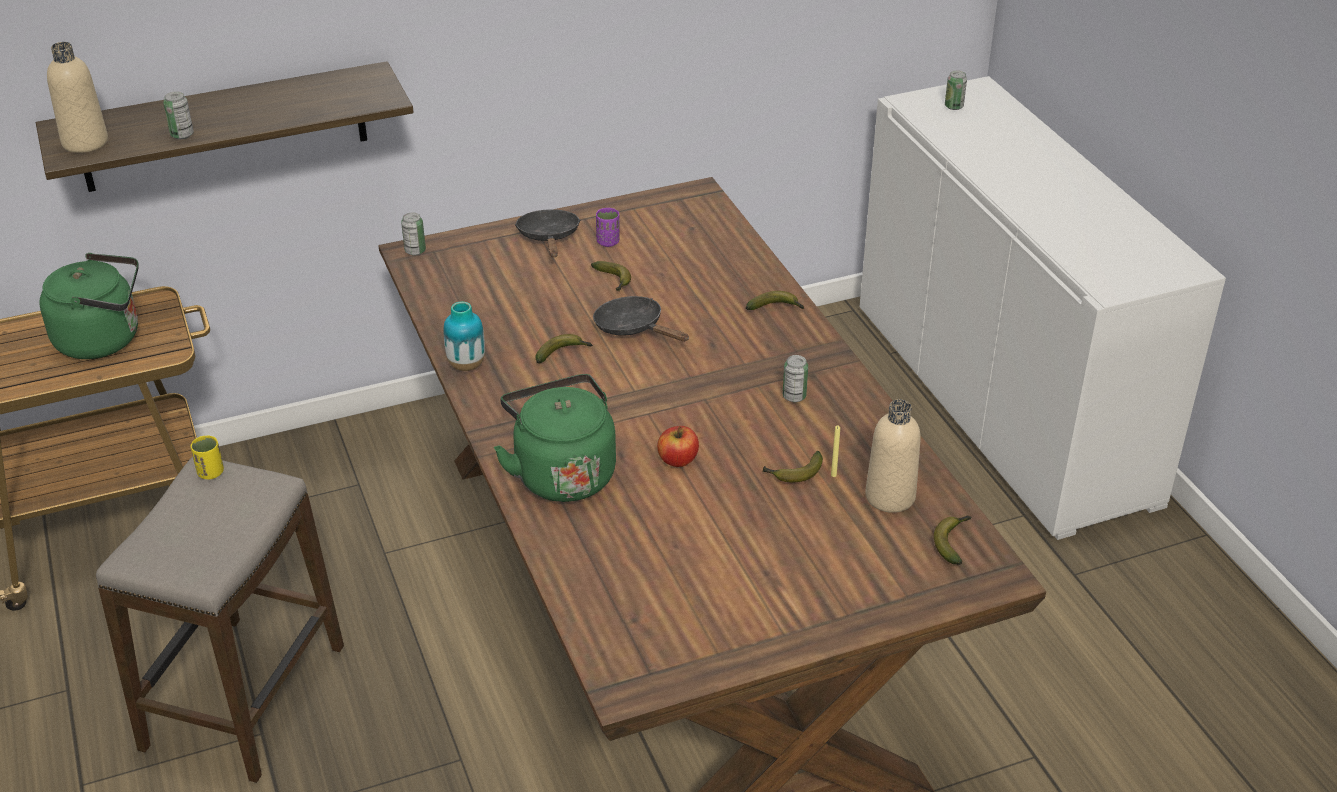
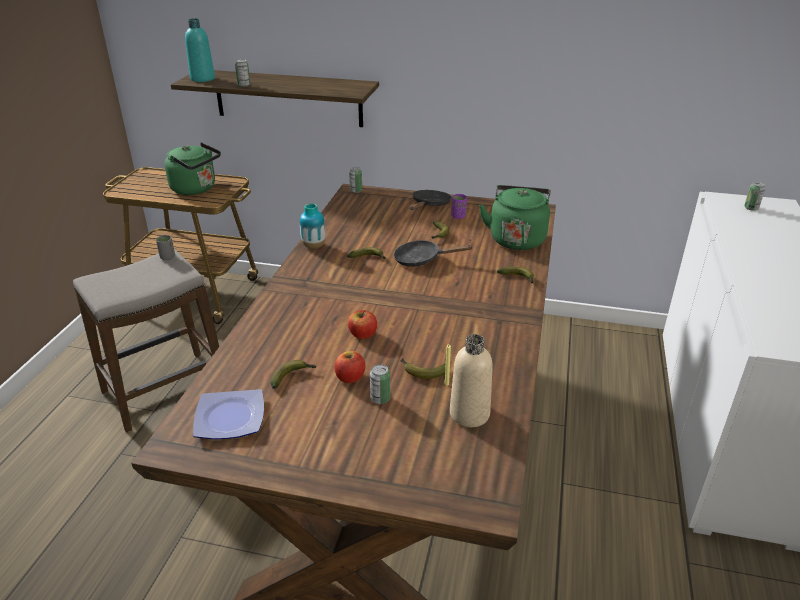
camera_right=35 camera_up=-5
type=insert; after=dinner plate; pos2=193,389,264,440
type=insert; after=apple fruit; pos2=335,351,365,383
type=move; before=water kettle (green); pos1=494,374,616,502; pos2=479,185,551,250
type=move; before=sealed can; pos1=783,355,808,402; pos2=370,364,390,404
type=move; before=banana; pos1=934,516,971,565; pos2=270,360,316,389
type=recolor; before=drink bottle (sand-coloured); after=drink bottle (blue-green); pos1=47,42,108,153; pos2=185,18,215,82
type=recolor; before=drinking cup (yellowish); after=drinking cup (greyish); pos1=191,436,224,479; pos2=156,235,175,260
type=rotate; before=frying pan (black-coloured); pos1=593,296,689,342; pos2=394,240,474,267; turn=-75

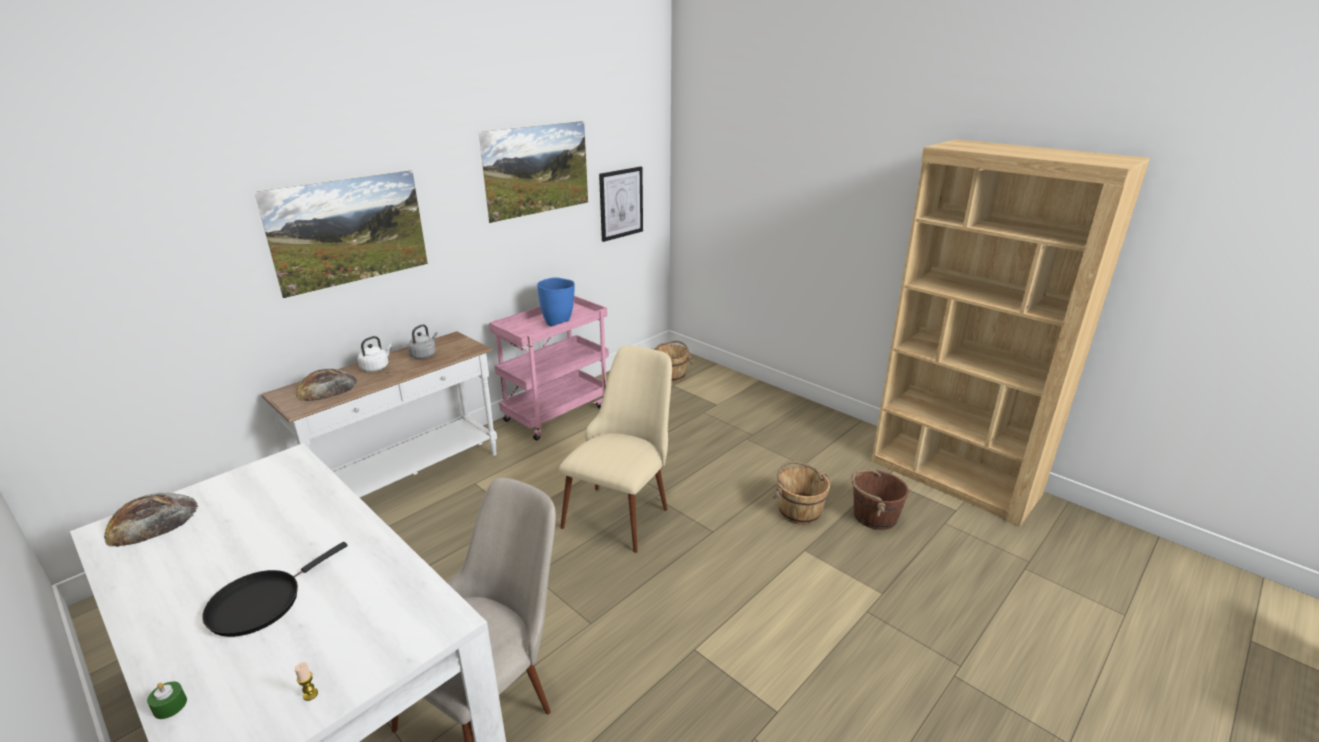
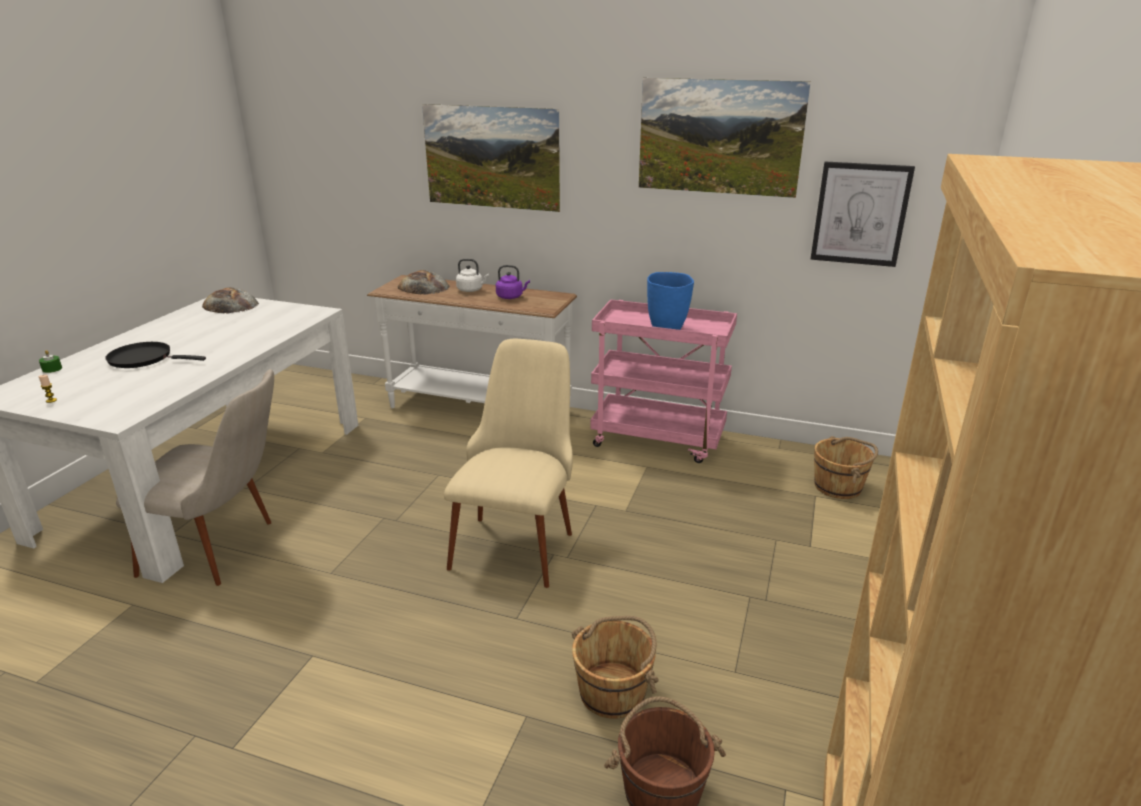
camera_right=65 camera_up=0
type=recolor; before=water kettle (greyish); after=water kettle (purple-coloured); pos1=407,324,437,359; pos2=496,265,530,299
type=rotate; before=chair (sand-coloured); pos1=559,346,672,553; pos2=444,339,573,588; turn=-75

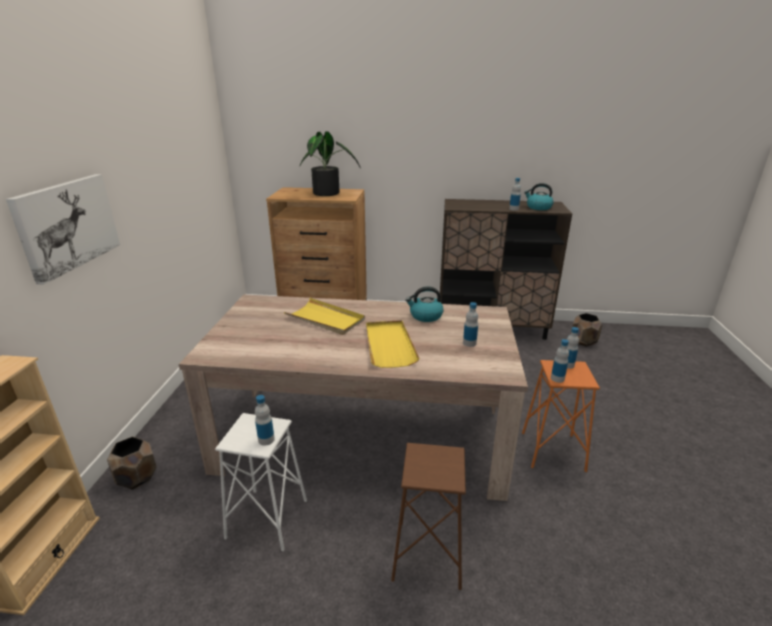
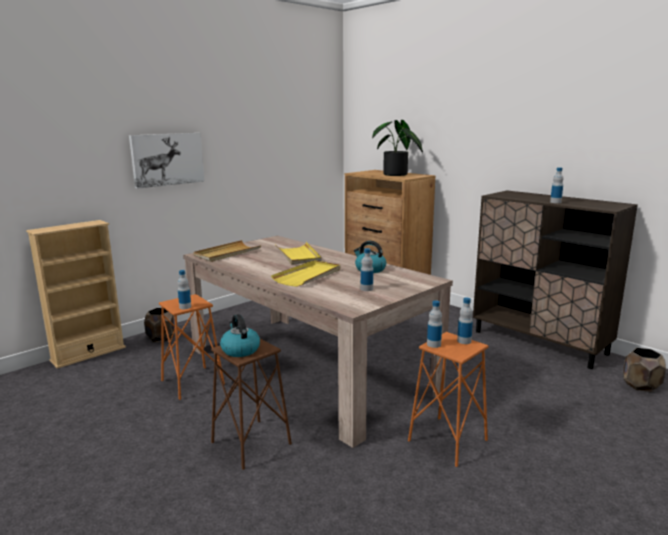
camera_right=40 camera_up=-10
type=insert; after=carrying tray (sand-coloured); pos2=193,240,261,262
type=move; before=water kettle; pos1=524,183,554,210; pos2=220,314,260,357
type=recolor; before=stool (white); after=stool (orangey); pos1=215,413,307,551; pos2=159,294,225,400

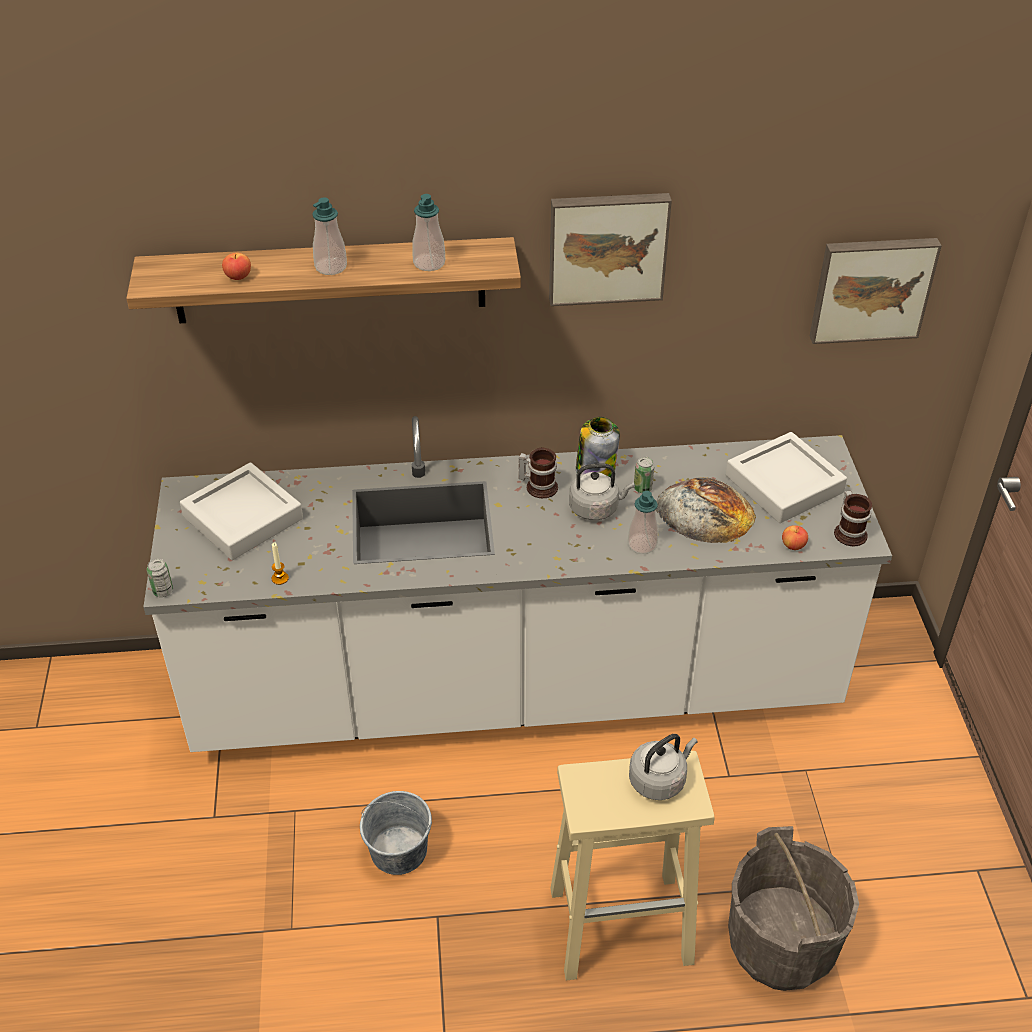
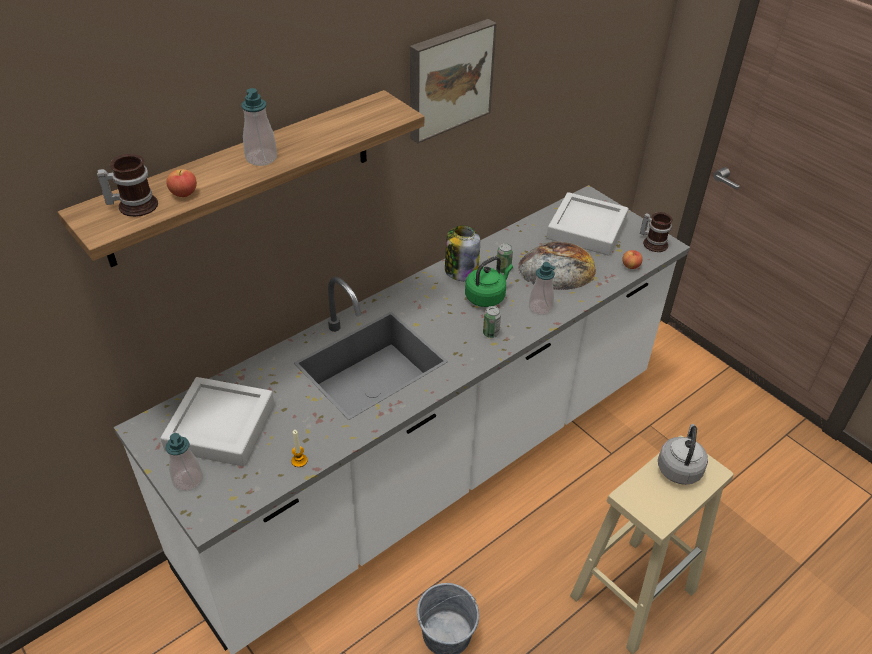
camera_right=-35 camera_up=0
type=delete; before=pail (greyish); pos1=728,826,859,991
type=delete; before=picture; pos1=810,238,942,344
type=move; before=sealed can; pos1=147,559,173,597; pos2=483,306,501,338
type=move; before=soap bottle; pos1=412,194,445,271; pos2=165,433,203,491
type=move; before=mug; pos1=519,448,558,498; pos2=97,154,158,217
type=recolor; before=water kettle (greyish); after=water kettle (green); pos1=569,463,635,520; pos2=465,256,513,307

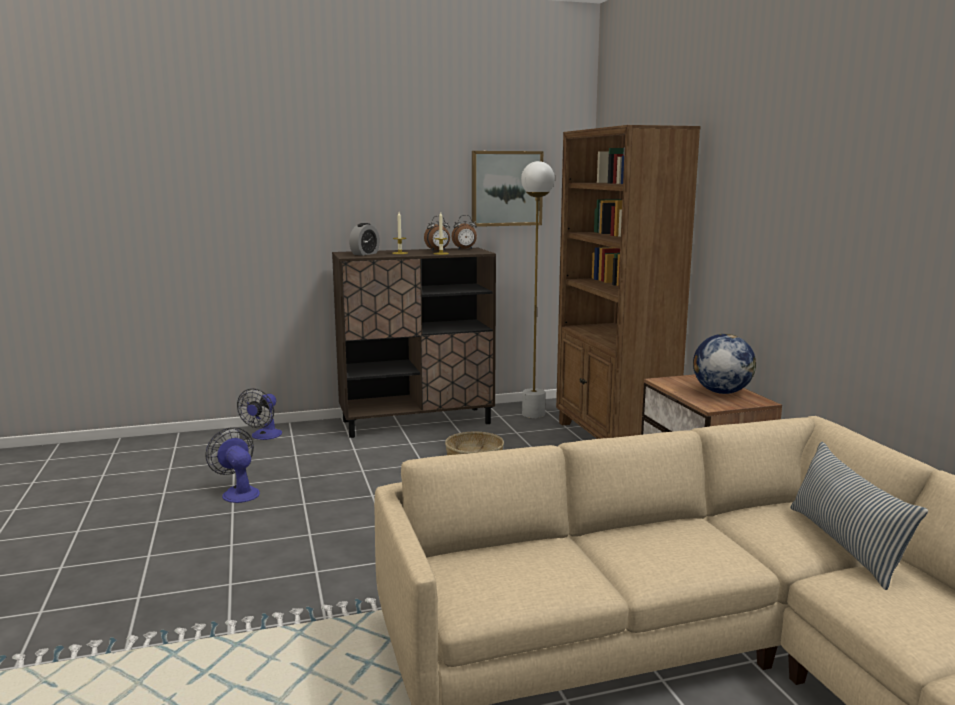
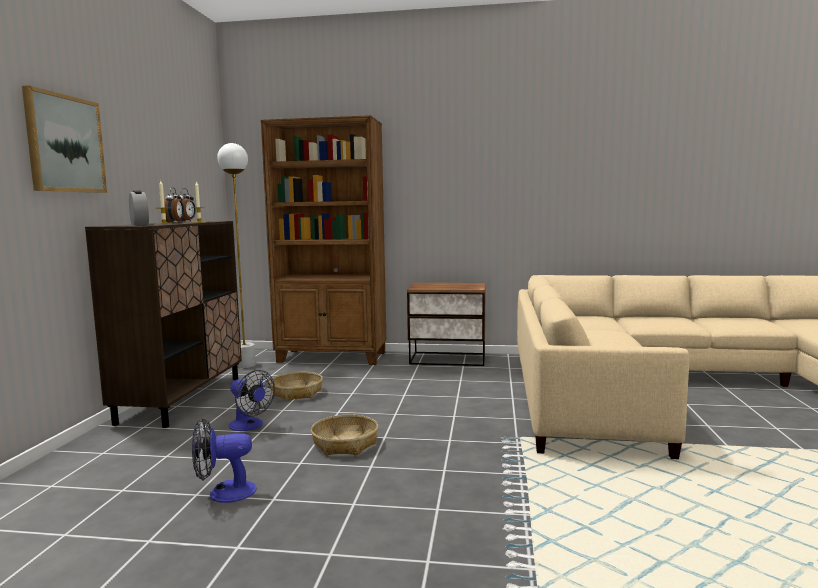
camera_right=-65 camera_up=-5
type=delete; before=globe; pos1=693,334,756,394
type=delete; before=throw pillow; pos1=790,442,928,590
type=insert; after=storage basket; pos2=311,415,378,455
type=move; before=electric fan; pos1=237,389,282,440; pos2=229,370,275,431
type=move; before=picture; pos1=472,151,543,227; pos2=22,85,107,193

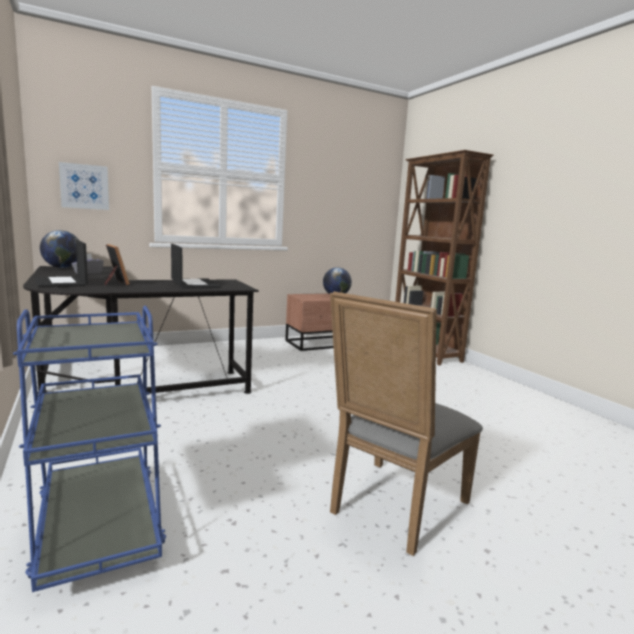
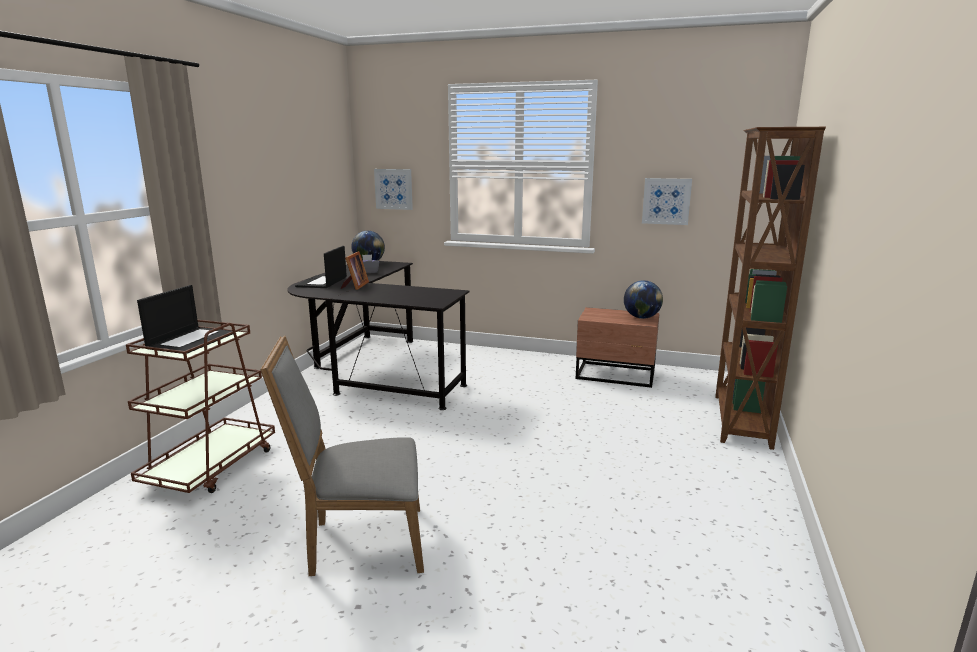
camera_right=45 camera_up=5
type=insert; after=picture; pos2=642,178,692,225
type=move; before=notebook computer; pos1=171,244,221,289; pos2=137,285,233,354
type=recolor; before=cart (bluish); after=cart (brown-coloured); pos1=13,306,166,592; pos2=126,319,275,493

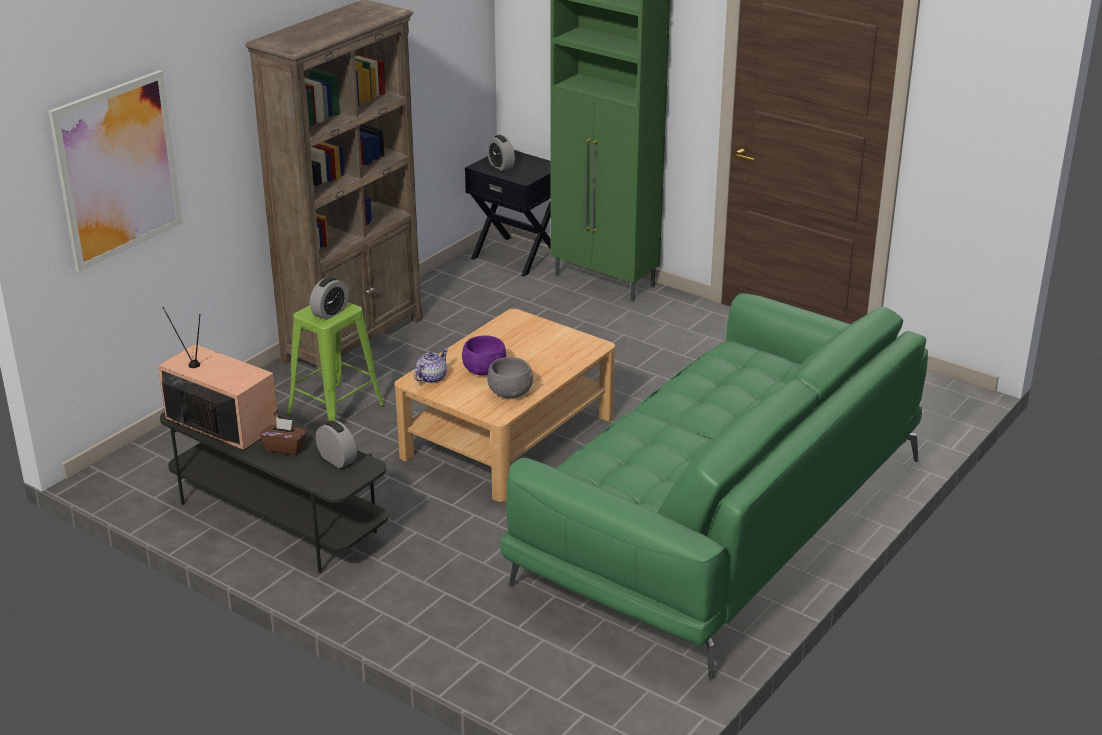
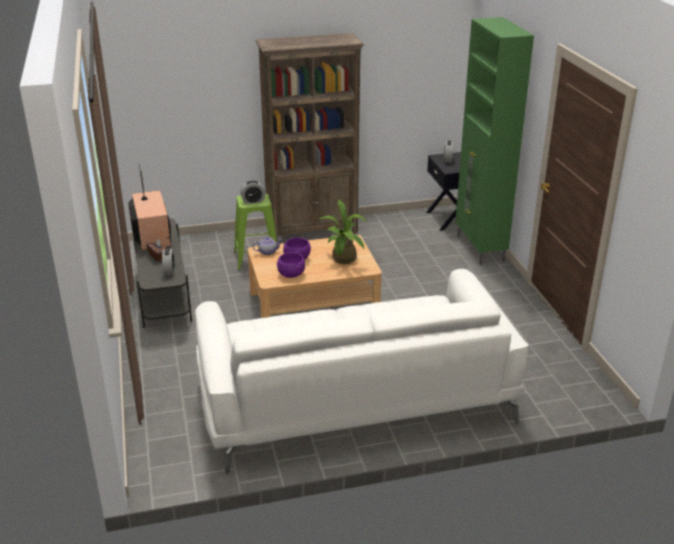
camera_right=40 camera_up=0
type=delete; before=picture; pos1=48,70,183,272
type=insert; after=houseplant; pos2=318,200,368,264
type=recolor; before=serving bowl (greyish); after=serving bowl (purple-coloured); pos1=487,357,533,398; pos2=277,253,305,278
type=recolor; before=sofa (green); after=sofa (white); pos1=500,293,928,679; pos2=195,269,529,474

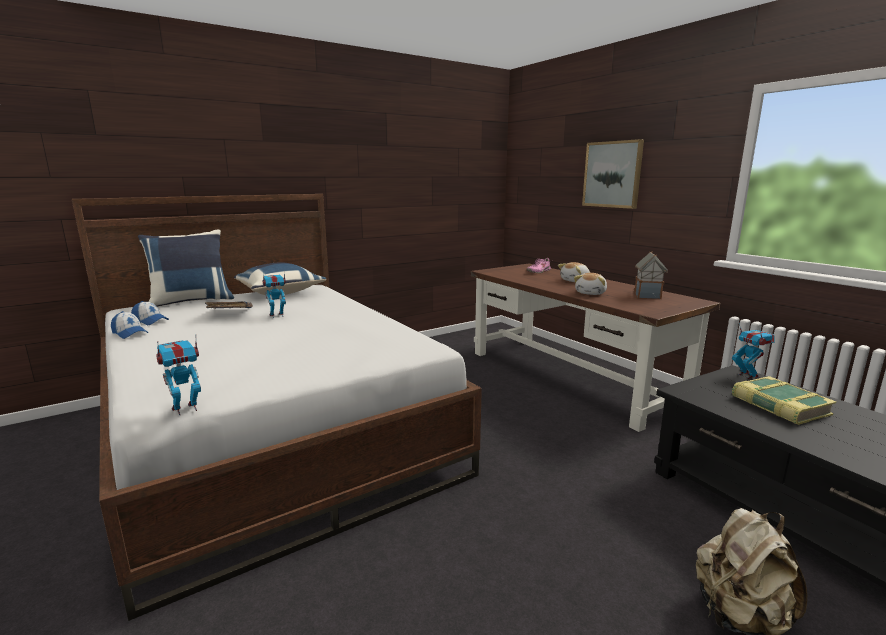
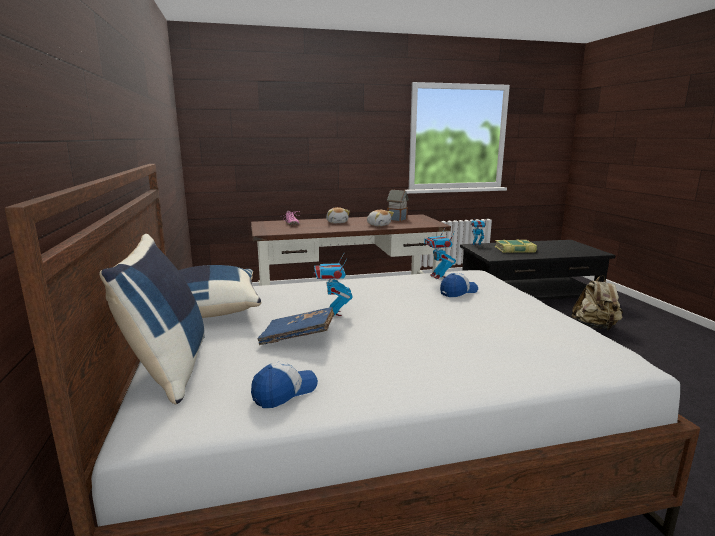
camera_right=-70 camera_up=0
type=delete; before=picture; pos1=582,139,644,209
type=move; before=baseball cap; pos1=111,311,148,339; pos2=440,273,478,297
type=move; before=robot figure; pos1=156,335,201,415; pos2=424,227,456,279

